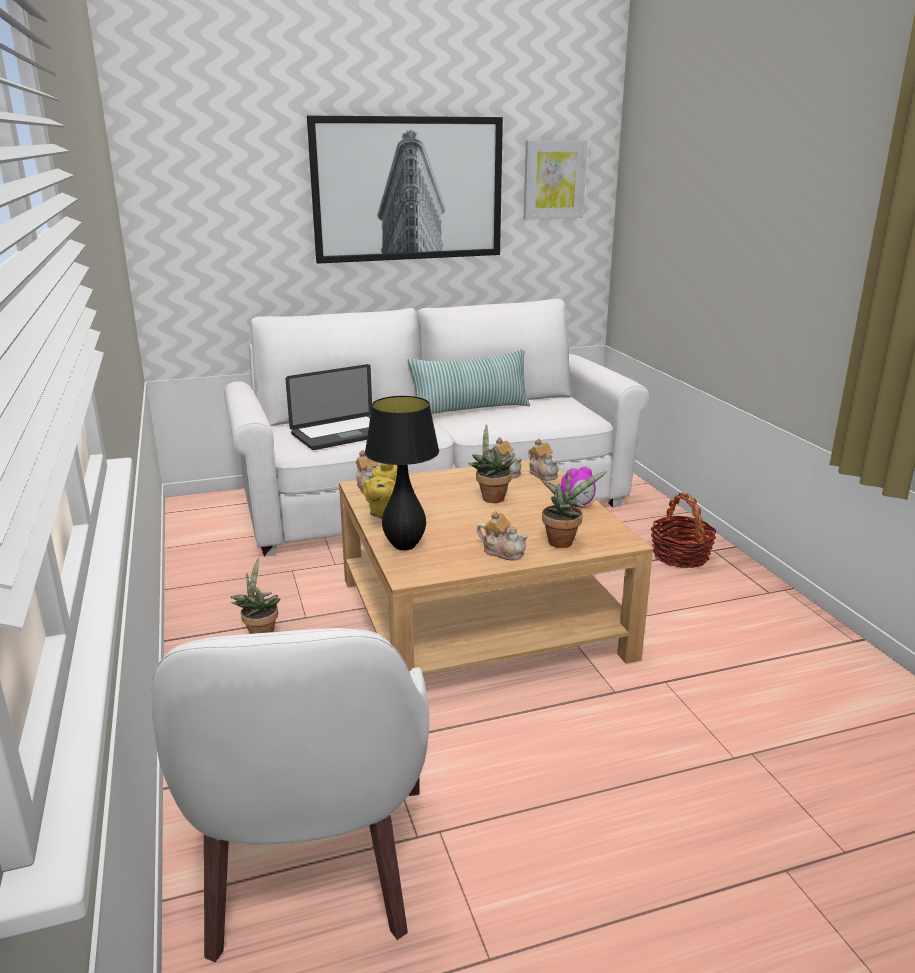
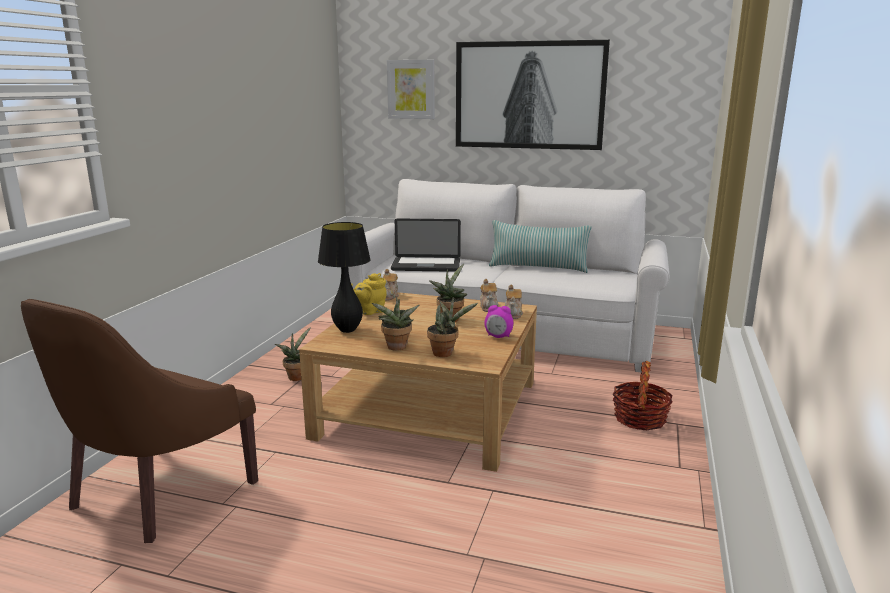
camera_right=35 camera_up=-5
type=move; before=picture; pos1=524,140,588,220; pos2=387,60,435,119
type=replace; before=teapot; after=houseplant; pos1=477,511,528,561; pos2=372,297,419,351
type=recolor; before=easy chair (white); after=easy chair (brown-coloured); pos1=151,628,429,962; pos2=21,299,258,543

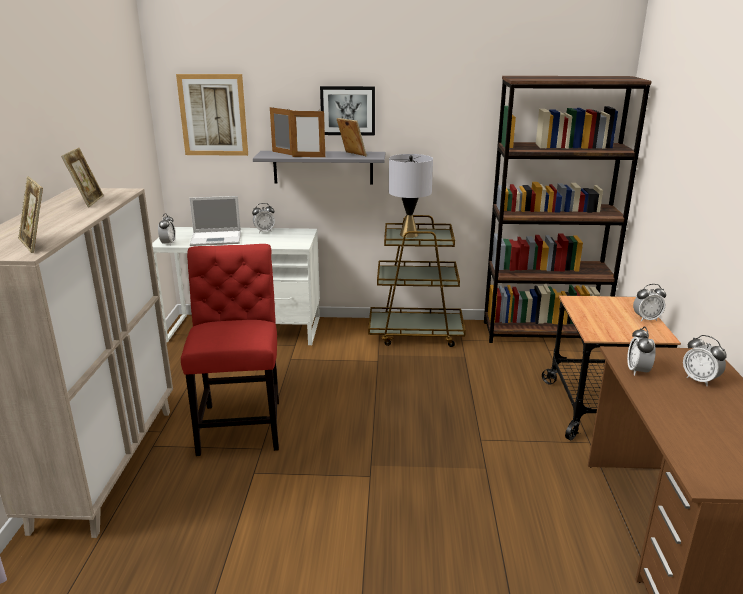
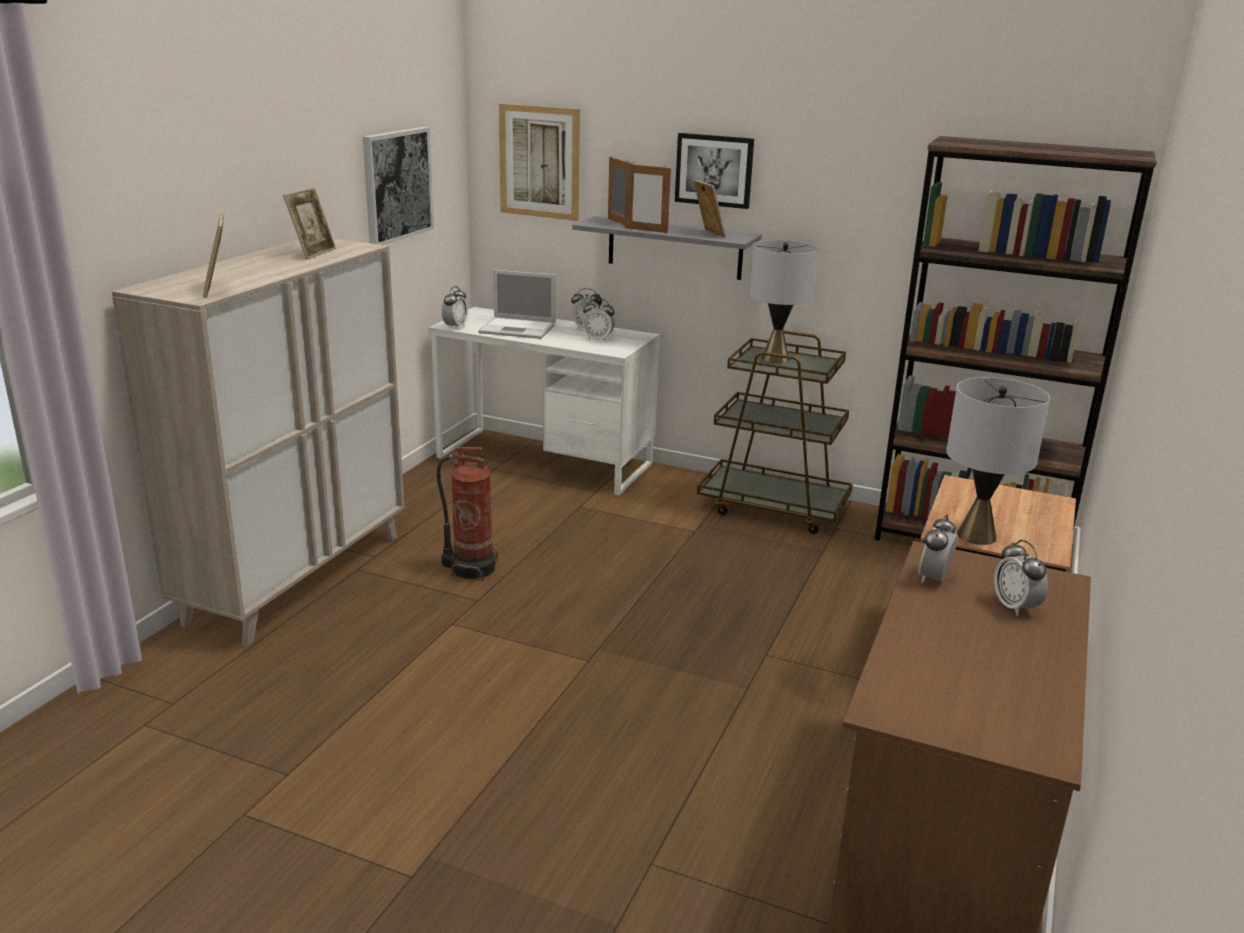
camera_right=20 camera_up=0
type=insert; after=picture; pos2=363,127,434,245
type=insert; after=tabletop lamp (greyish); pos2=946,377,1050,545
type=move; before=table clock; pos1=633,284,666,322; pos2=583,298,615,342
type=replace; before=chair (red-coloured); after=fire extinguisher; pos1=181,244,279,456; pos2=437,447,498,581

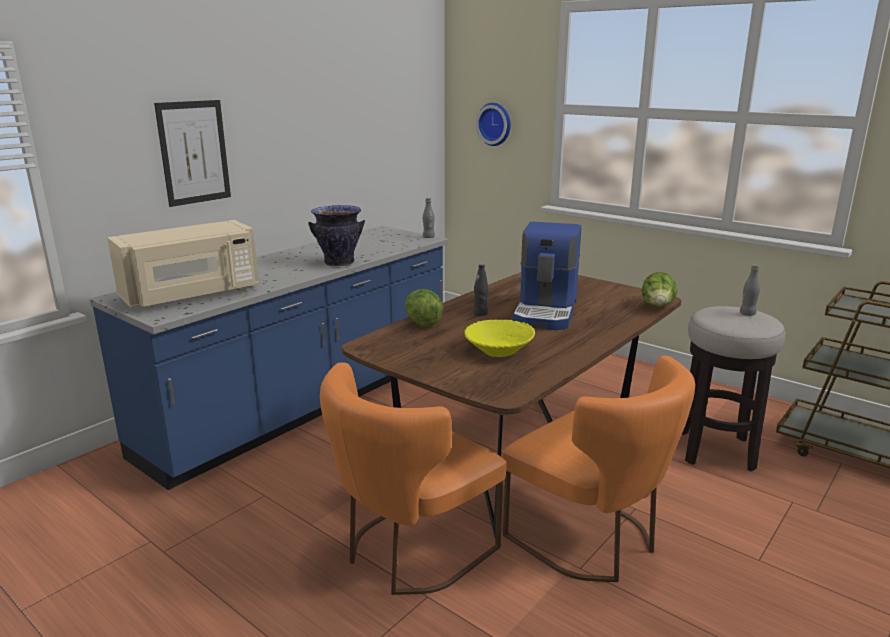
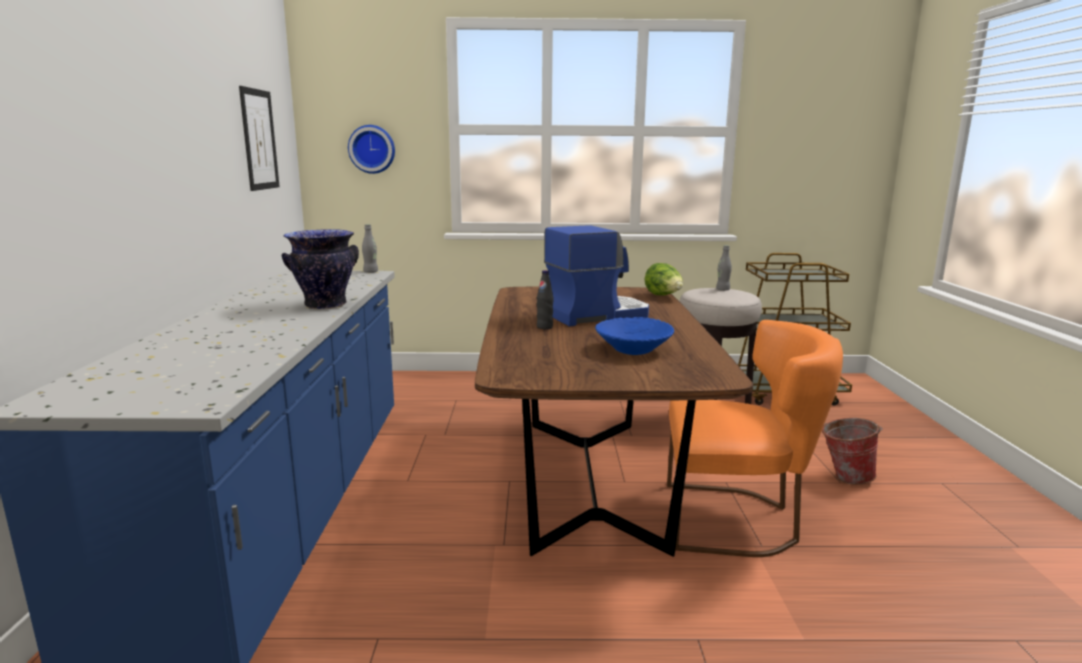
camera_right=-40 camera_up=-5
type=delete; before=kitchen microwave (sand-coloured); pos1=107,220,259,308
type=delete; before=chair (orangey); pos1=320,362,507,595
type=delete; before=lettuce; pos1=405,289,443,327
type=insert; after=pail; pos2=822,418,883,485
type=move; before=picture; pos1=154,100,231,207; pos2=239,86,280,191
type=recolor; before=serving bowl (yellowish); after=serving bowl (bluish); pos1=464,320,535,357; pos2=595,317,674,355
type=rotate; before=coffee brewer; pos1=513,222,581,330; pos2=544,225,649,326; turn=-90

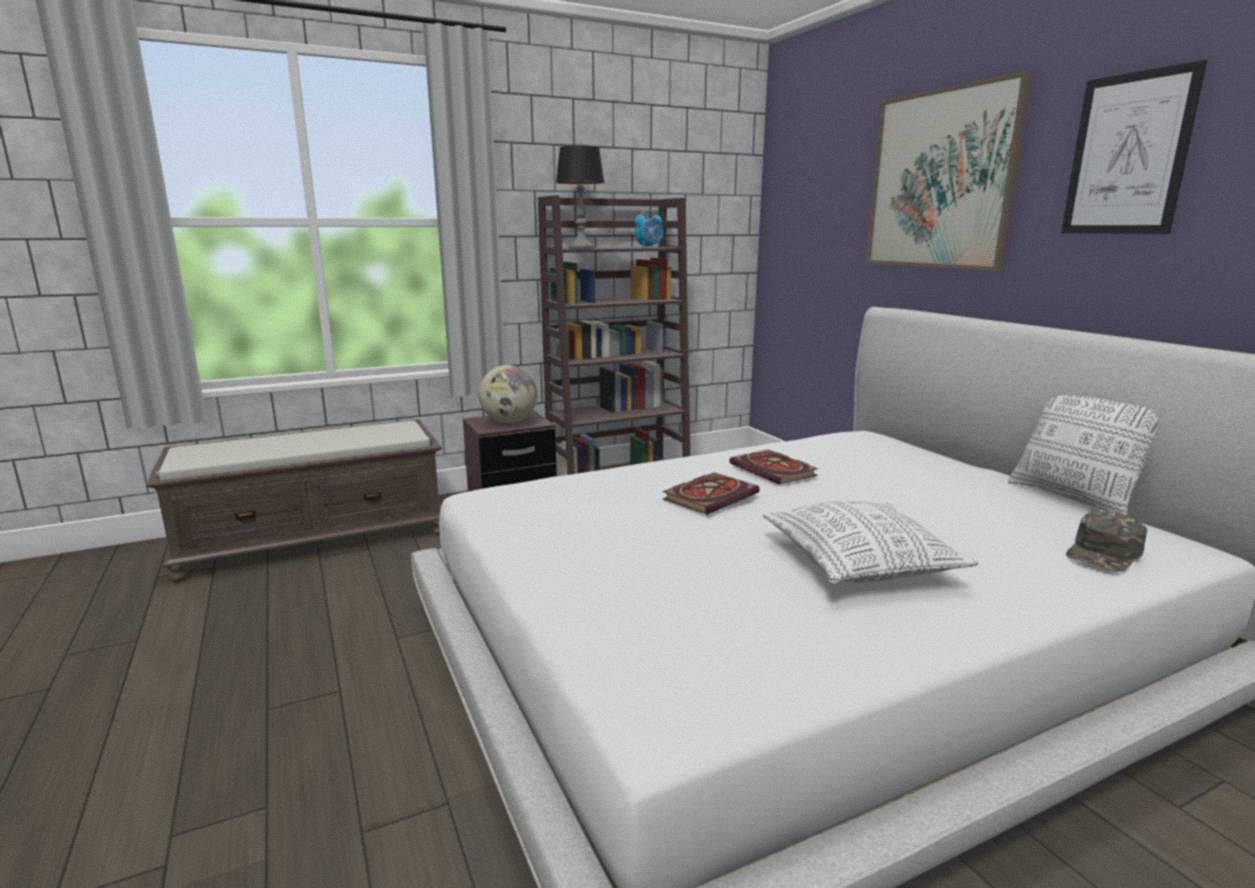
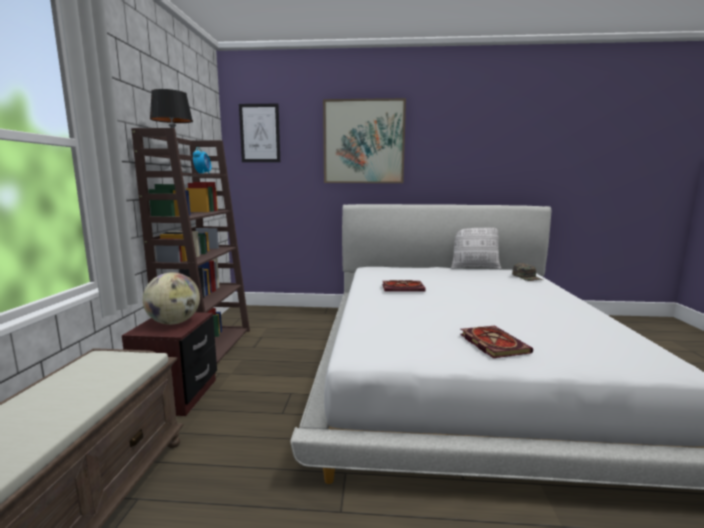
camera_right=-60 camera_up=-5
type=delete; before=throw pillow; pos1=763,501,978,584
type=move; before=volume; pos1=663,472,760,515; pos2=460,326,533,358
type=move; before=picture; pos1=1061,60,1207,234; pos2=239,104,280,162

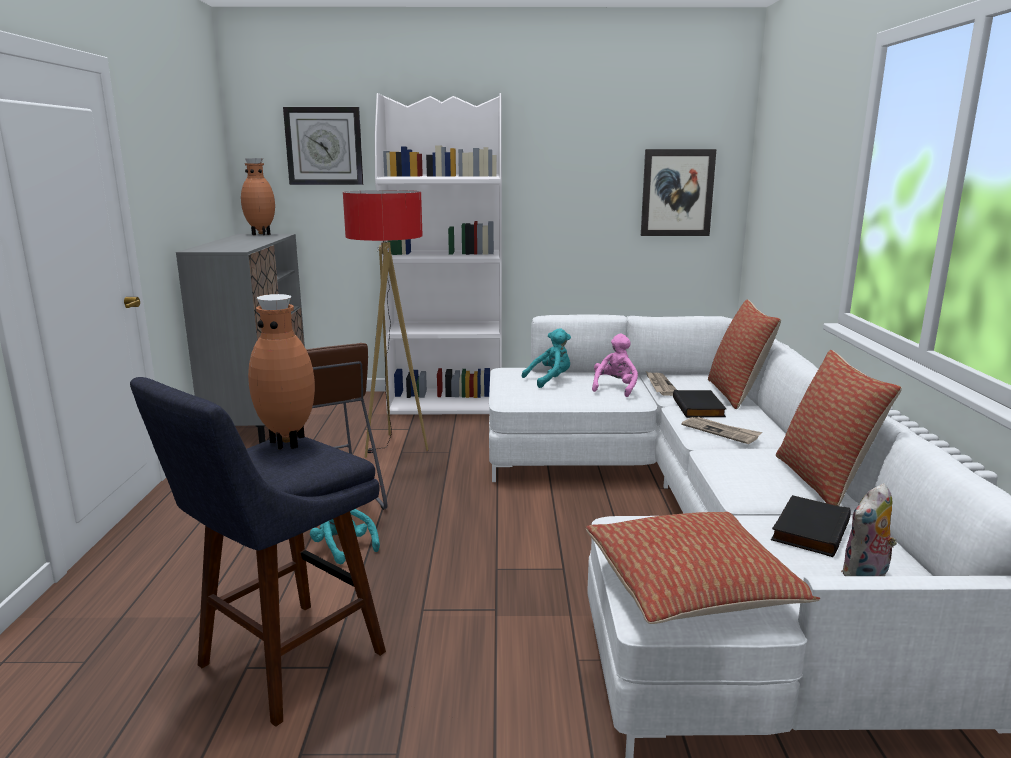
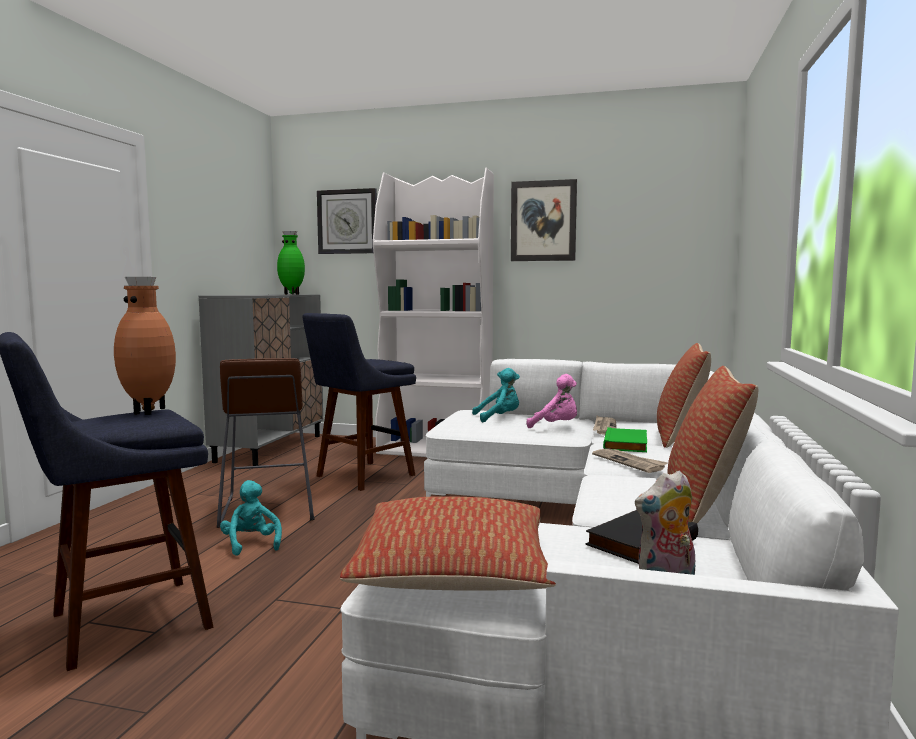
camera_right=15 camera_up=-10
type=move; before=picture; pos1=641,149,716,236; pos2=511,179,577,261
type=replace; before=standard lamp; after=stool (bluish); pos1=343,190,428,458; pos2=302,313,416,491
type=recolor; before=vase (brown-coloured); after=vase (green); pos1=241,158,275,235; pos2=277,231,305,294
type=recolor; before=volume (black-coloured); after=volume (green); pos1=673,390,726,418; pos2=603,427,647,452
type=rotate; before=soft toy (pink-coloured); pos1=592,334,638,397; pos2=527,374,577,428; turn=75

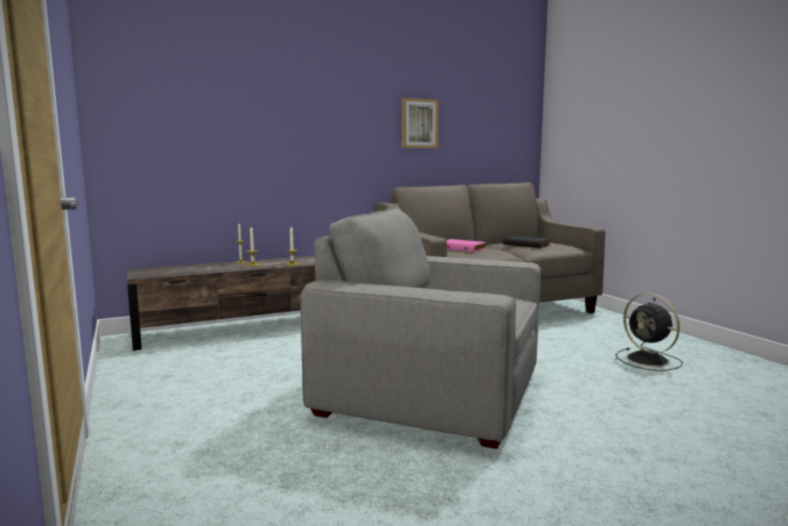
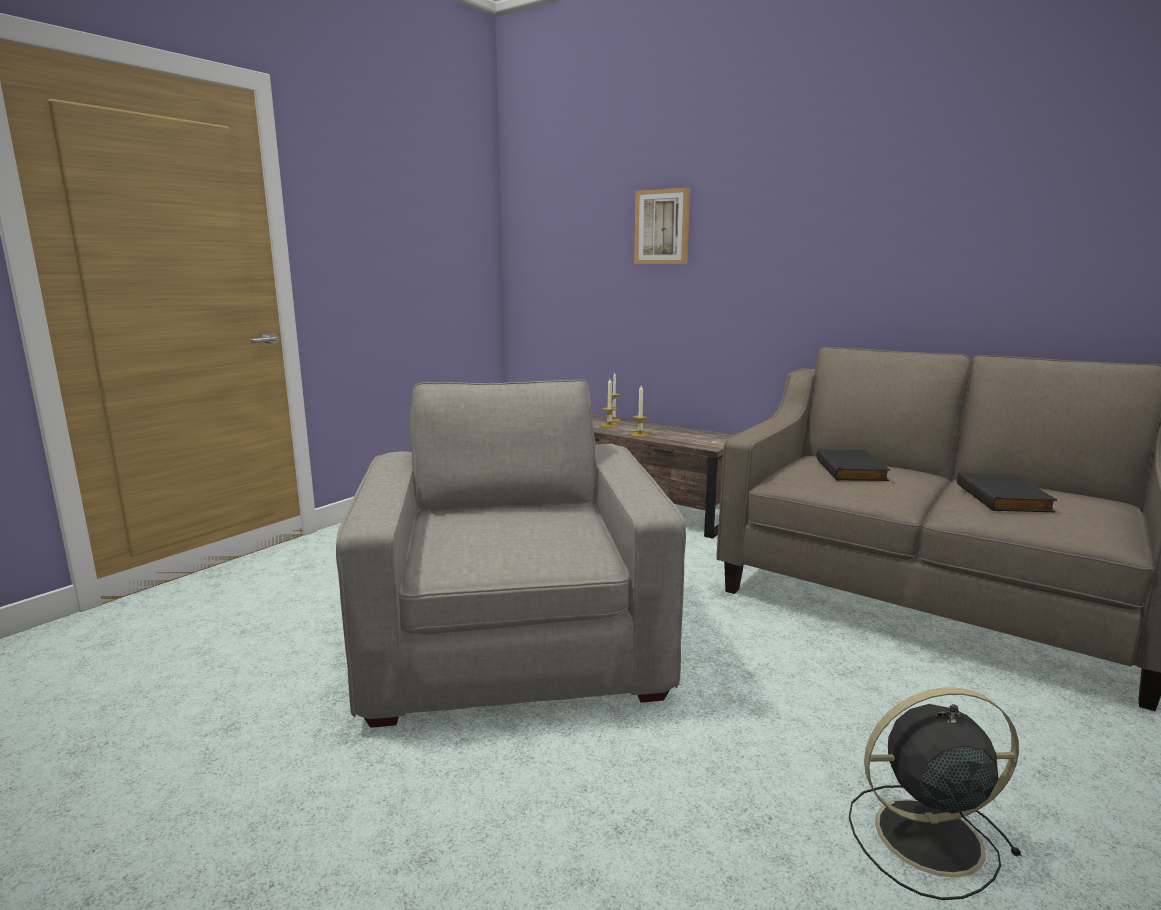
camera_right=60 camera_up=5
type=move; before=picture; pos1=402,98,439,148; pos2=634,187,690,264
type=recolor; before=volume (pink-coloured); after=volume (black-coloured); pos1=447,239,487,252; pos2=816,448,890,481
type=rotate; before=electric fan (black-coloured); pos1=616,293,683,371; pos2=849,688,1022,900; turn=60

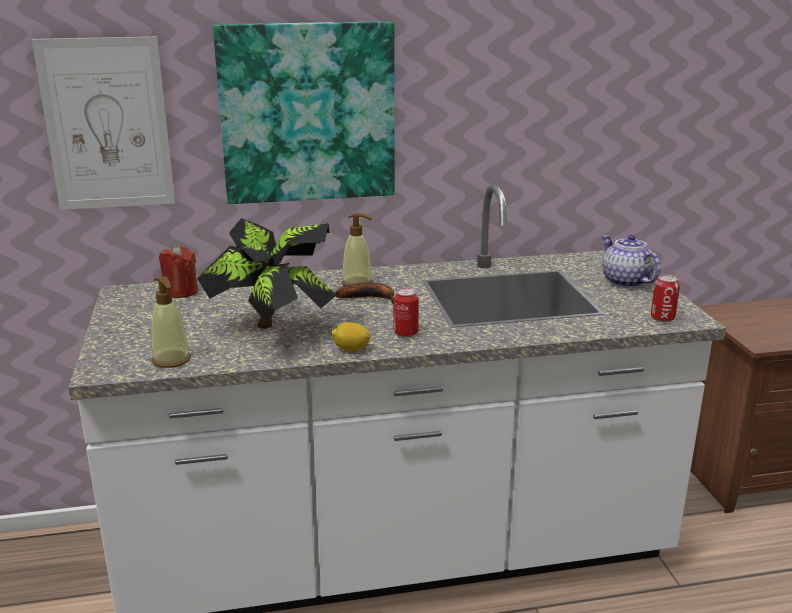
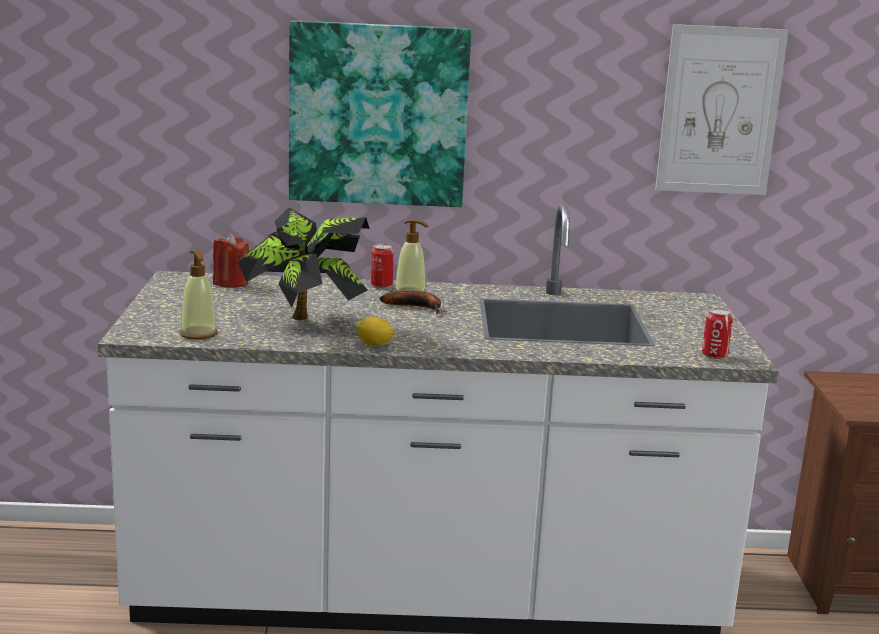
camera_right=10 camera_up=-5
type=delete; before=teapot; pos1=602,234,661,288
type=move; before=picture; pos1=32,37,175,210; pos2=655,24,788,195
type=move; before=sealed can; pos1=394,287,419,337; pos2=370,244,394,288

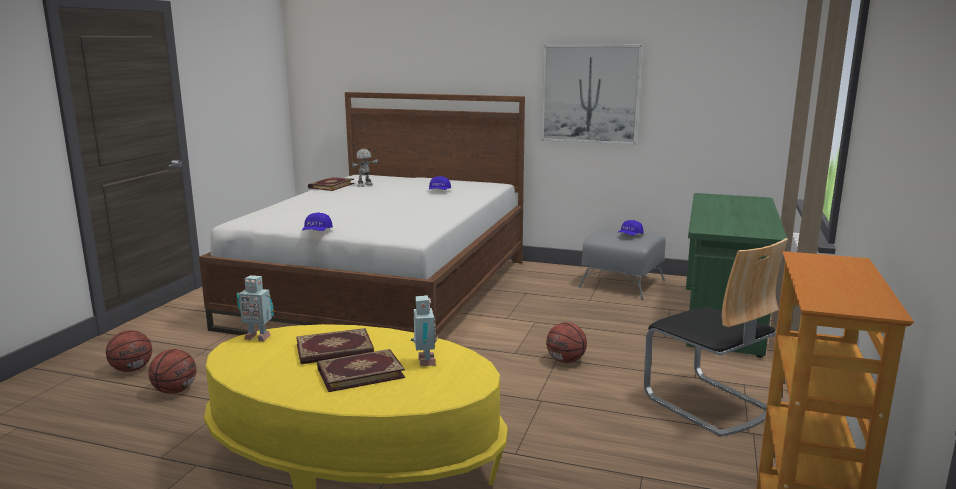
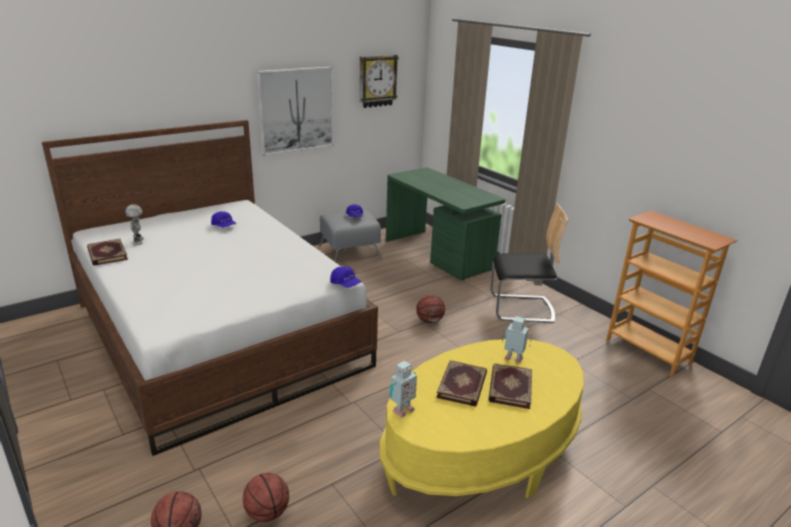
camera_right=-55 camera_up=10
type=insert; after=clock on the wall; pos2=359,55,399,108
type=move; before=baseball cap (bluish); pos1=302,212,333,231; pos2=331,266,361,288

